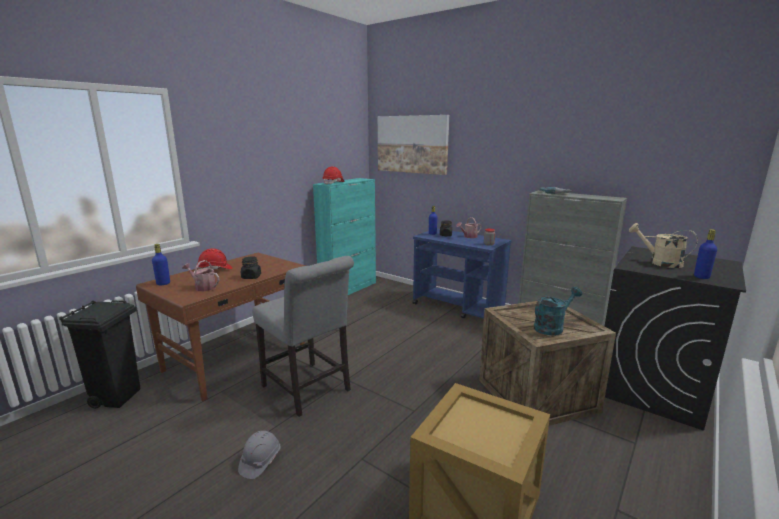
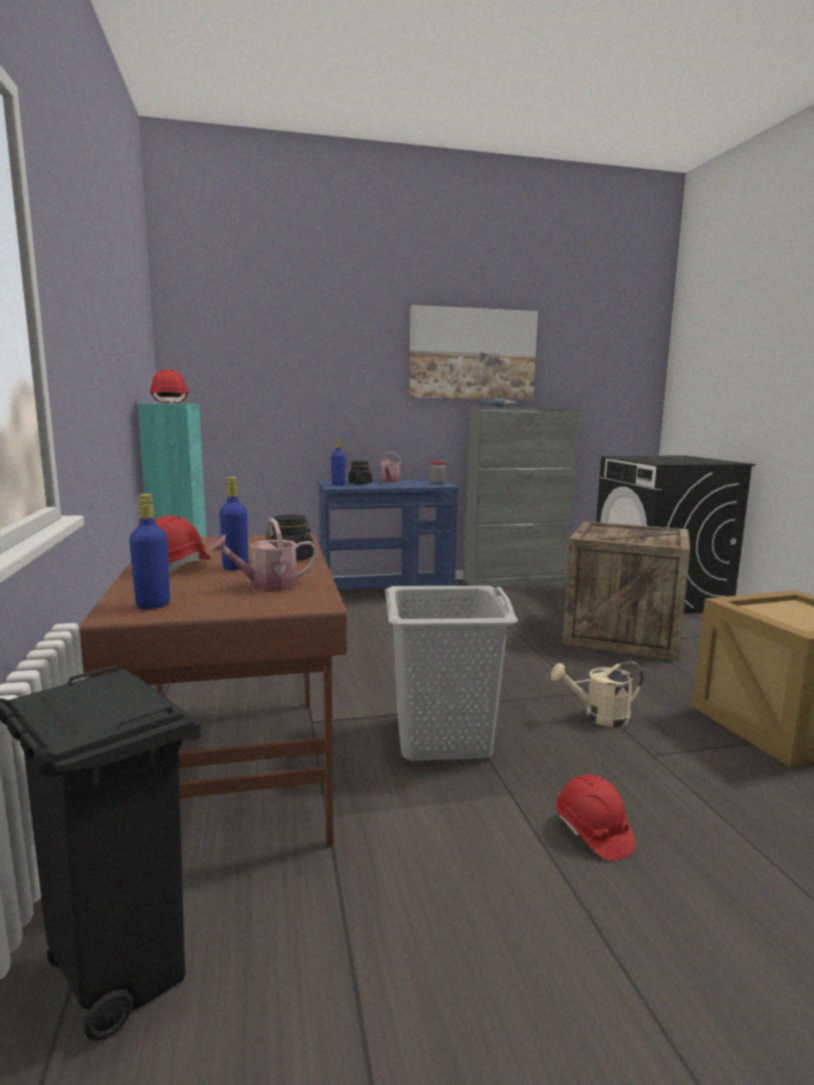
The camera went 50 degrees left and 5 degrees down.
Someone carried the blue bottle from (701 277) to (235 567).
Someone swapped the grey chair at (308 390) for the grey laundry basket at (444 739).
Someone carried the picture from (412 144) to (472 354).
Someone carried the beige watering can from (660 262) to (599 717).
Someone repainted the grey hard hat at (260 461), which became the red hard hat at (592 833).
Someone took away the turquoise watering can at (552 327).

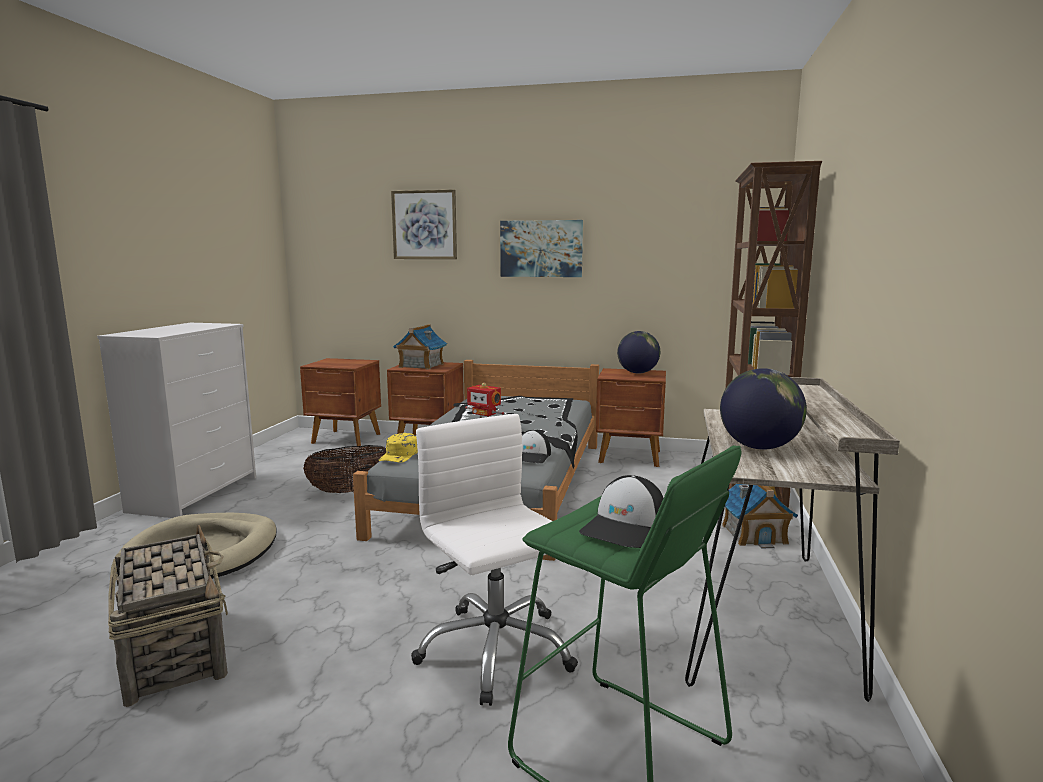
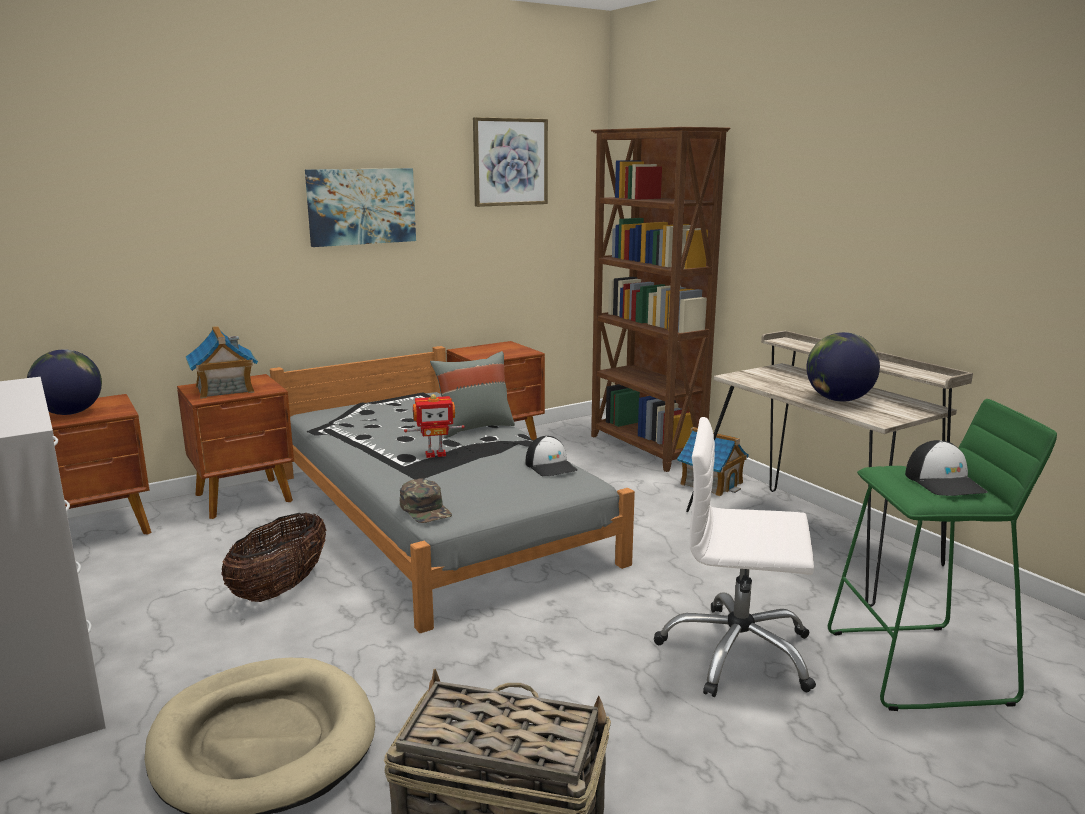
The camera went 45 degrees left and 5 degrees up.
Someone carried the globe from (637 373) to (70 413).
Someone repainted the yellow cap at (399 455), which became the green cap at (426 509).
Someone put down the grey pillow at (474 428).
Someone carried the picture from (424 225) to (510 162).

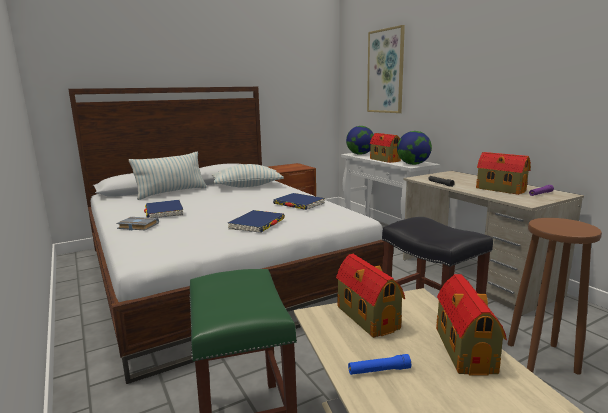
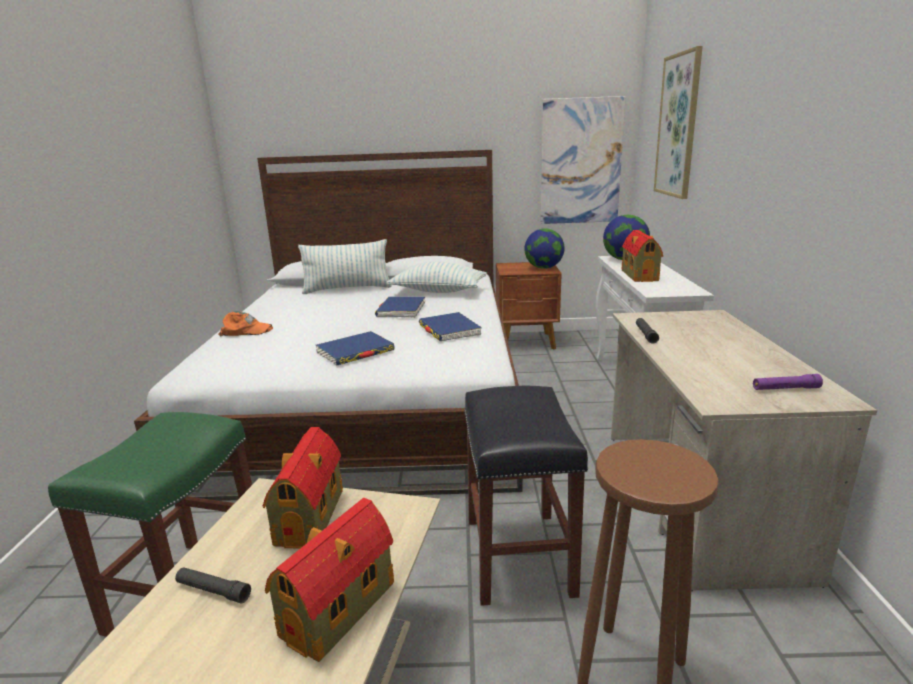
The camera went 30 degrees right and 5 degrees up.
Someone repainted the blue flashlight at (379 370), which became the black flashlight at (213 591).
Someone swapped the grey book at (137 226) for the orange cap at (246 331).
Someone carried the blue book from (164 211) to (401 310).
Someone carried the globe from (413 164) to (544 268).
Someone put up the picture at (581 162).
Someone took away the toy house at (499 189).

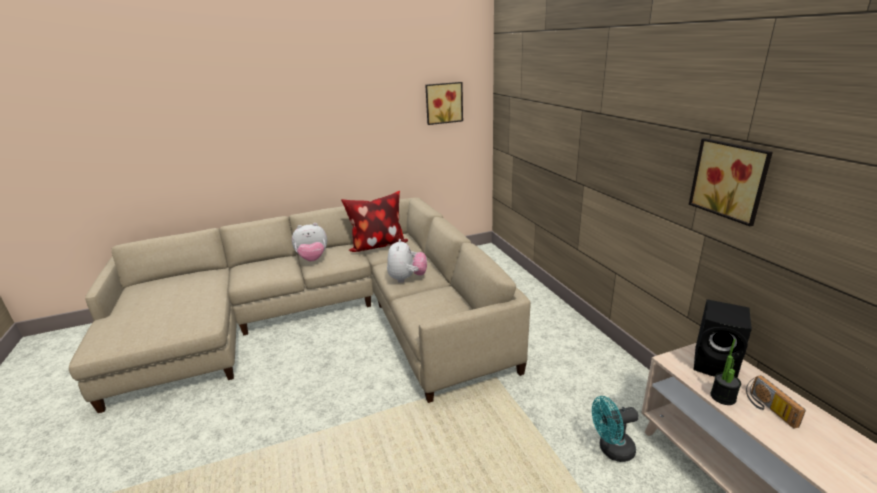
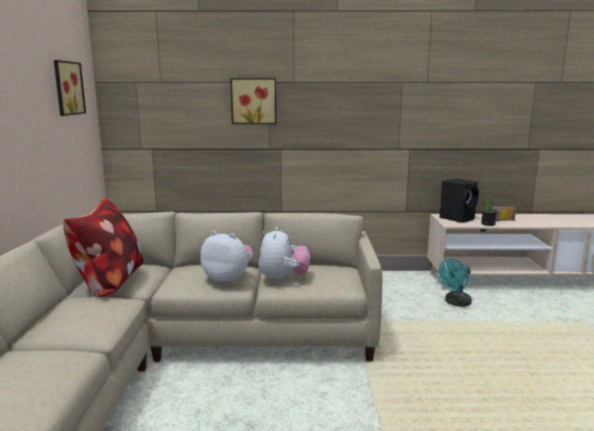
The camera went 70 degrees left and 10 degrees down.
Someone carried the picture from (730 180) to (253 101).
Someone carried the plush toy from (312 259) to (283 279).
Someone rotated the turquoise fan at (611 450) by 45 degrees clockwise.

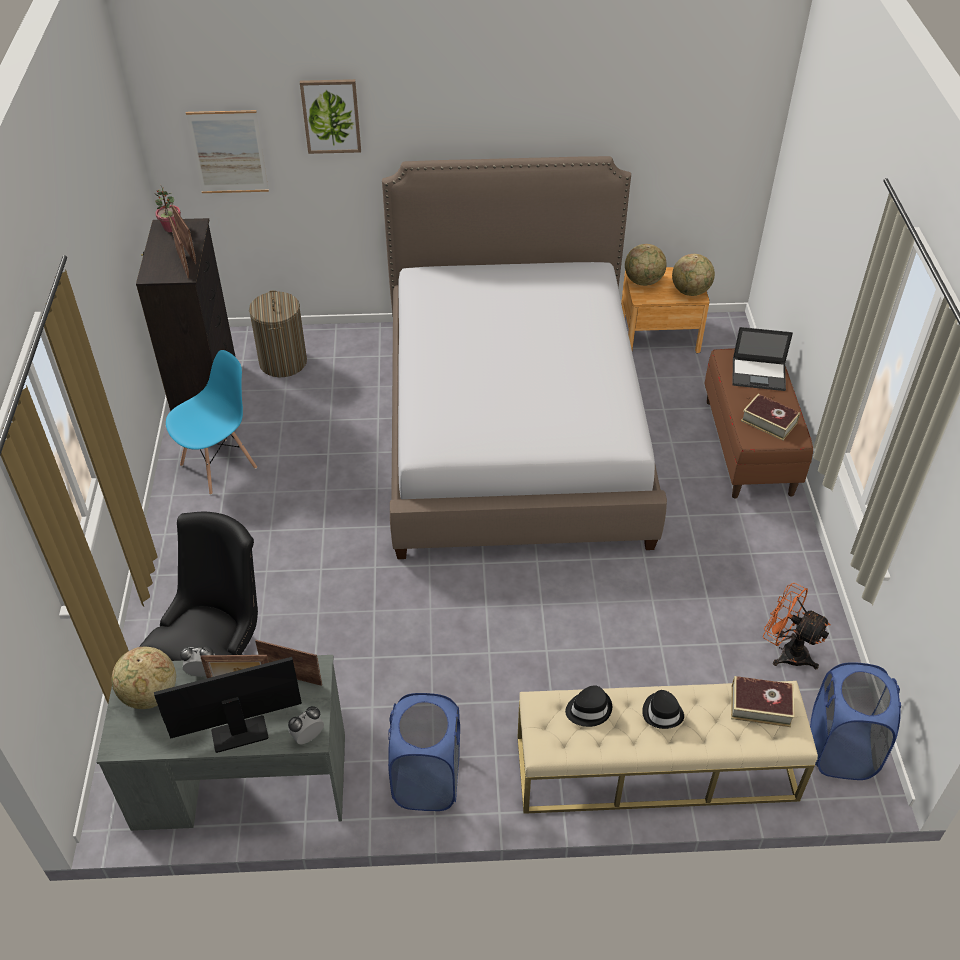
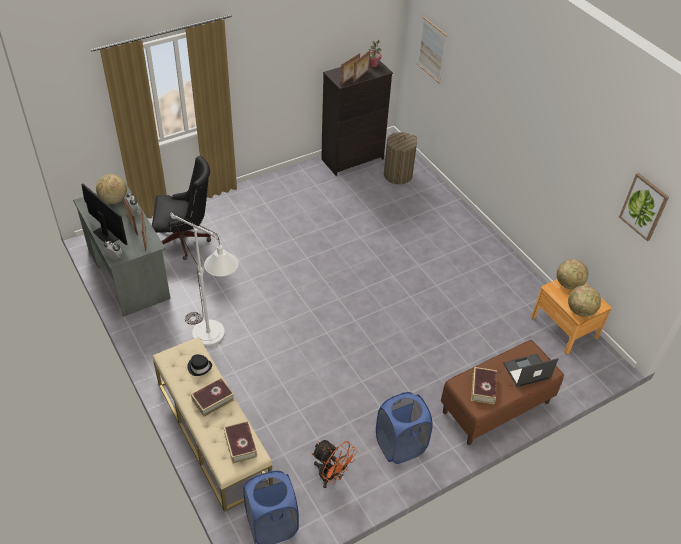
The camera went 60 degrees right and 0 degrees up.
Someone put down the white floor lamp at (214 339).
Someone swapped the black hat at (662 712) for the book at (213 400).
Someone rotated the orange fan at (786 652) by 120 degrees clockwise.
Someone carried the blue laundry basket from (427 780) to (400 445).
Someone rotated the laptop at (759 374) by 90 degrees clockwise.
Someone carried the picture from (331 116) to (644 206).
Someone took away the blue chair at (219 466).
Someone took away the bed at (514 428).

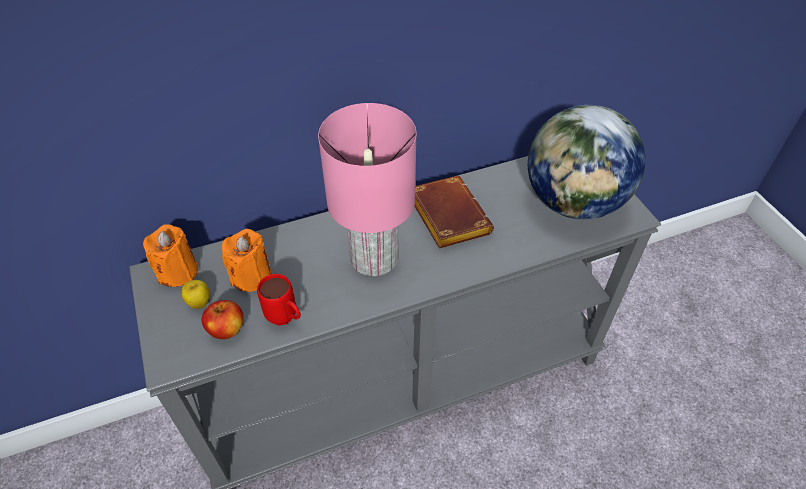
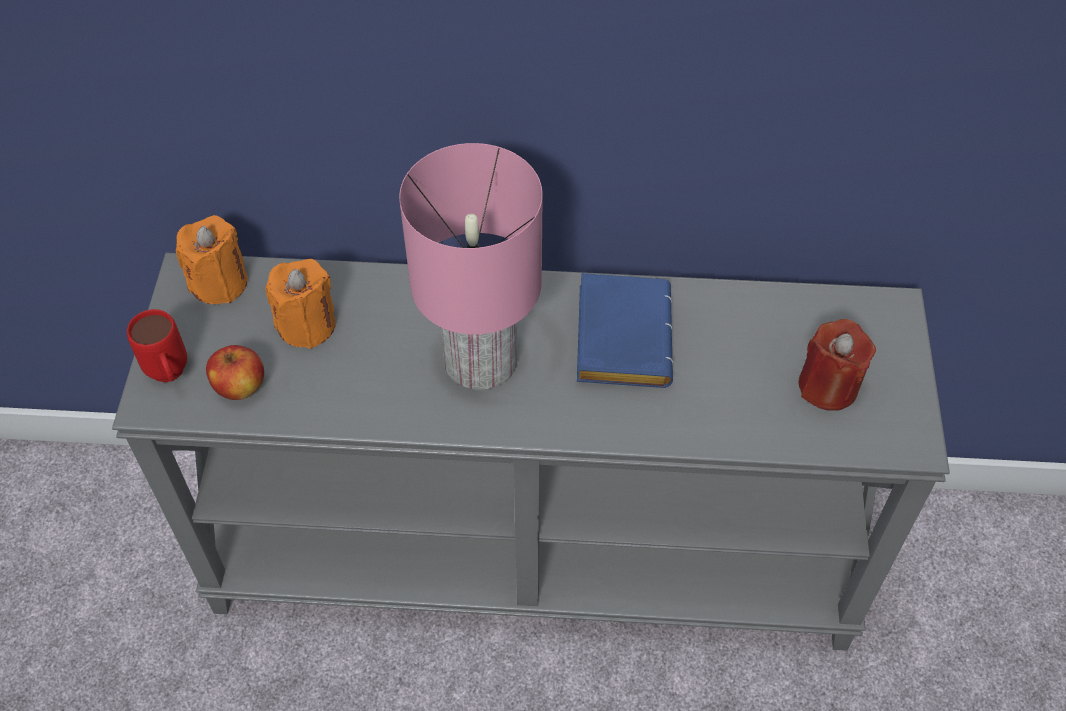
The camera went 25 degrees right and 5 degrees up.
Someone carried the red mug from (286 319) to (170 376).
Someone repainted the brown book at (446 216), which became the blue book at (619 335).
Someone swapped the globe at (573 203) for the red candle at (828 386).
Someone took away the apple at (200 303).

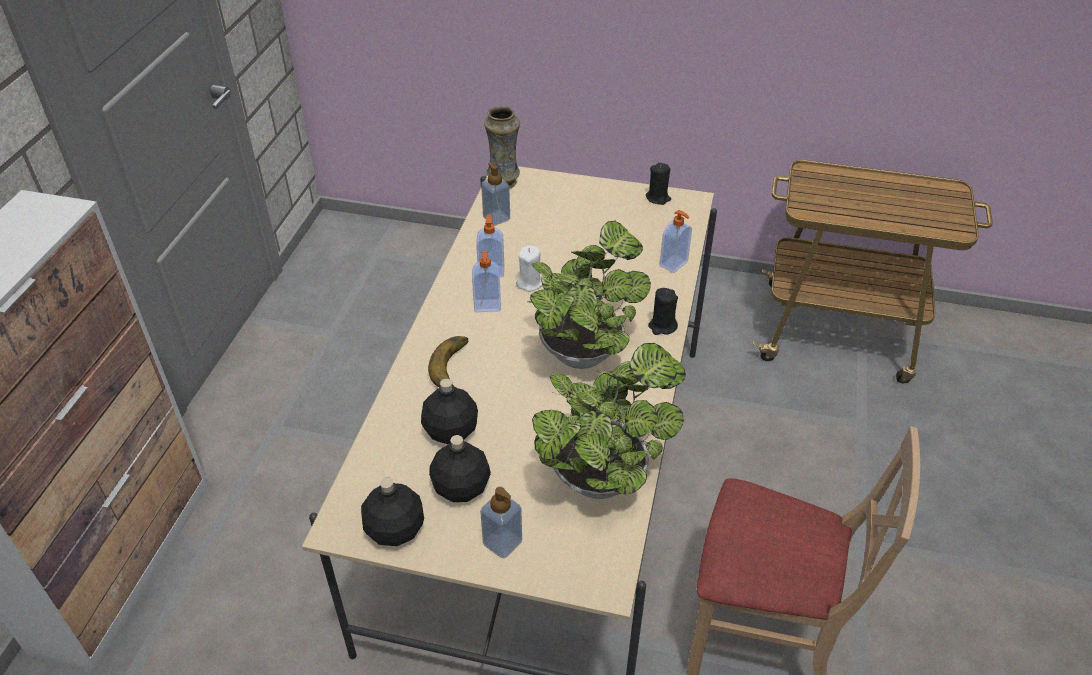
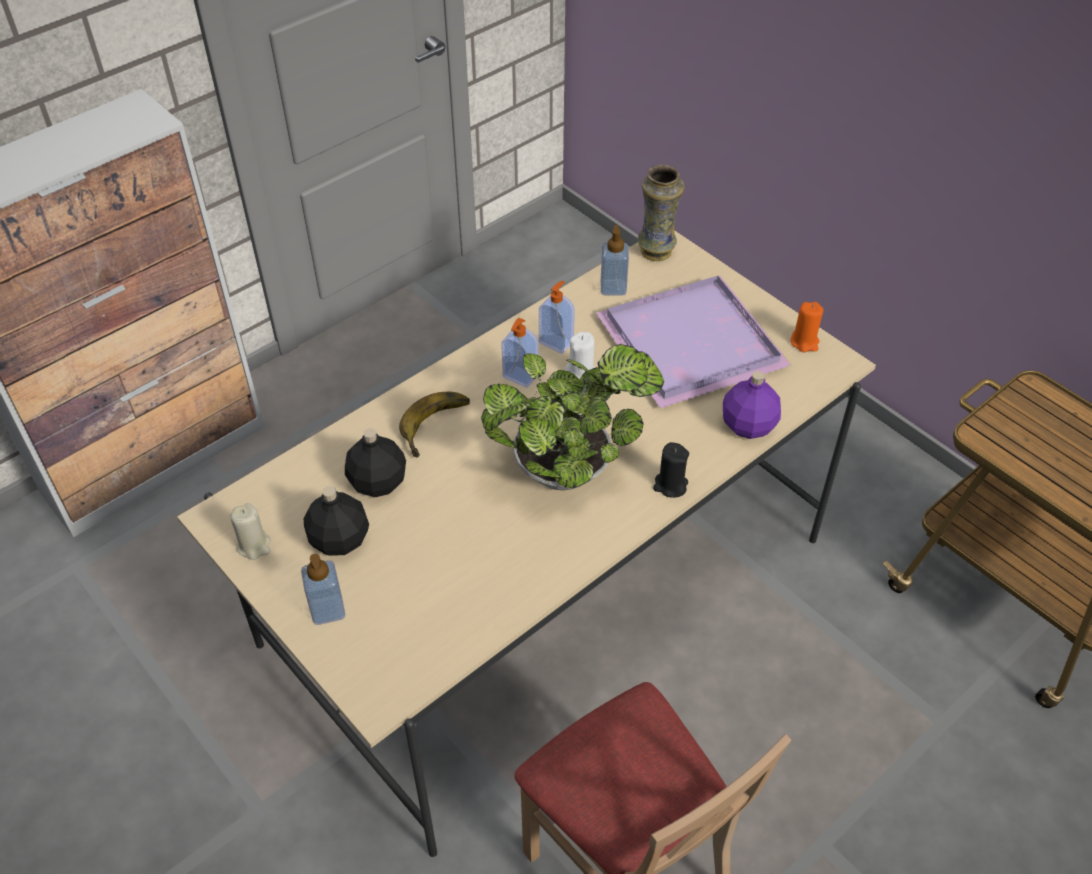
The camera went 35 degrees right and 5 degrees up.
Someone swapped the black bottle at (394 530) for the beige candle at (254 545).
Someone put down the purple tray at (694 344).
Someone swapped the soap dispenser at (674 264) for the purple bottle at (749 425).
Someone repainted the black candle at (658 198), which became the orange candle at (804 342).
Someone took away the potted plant at (603 475).

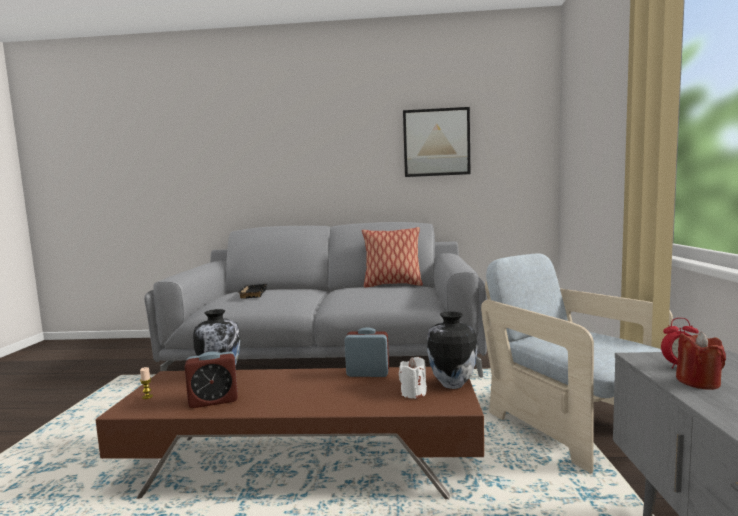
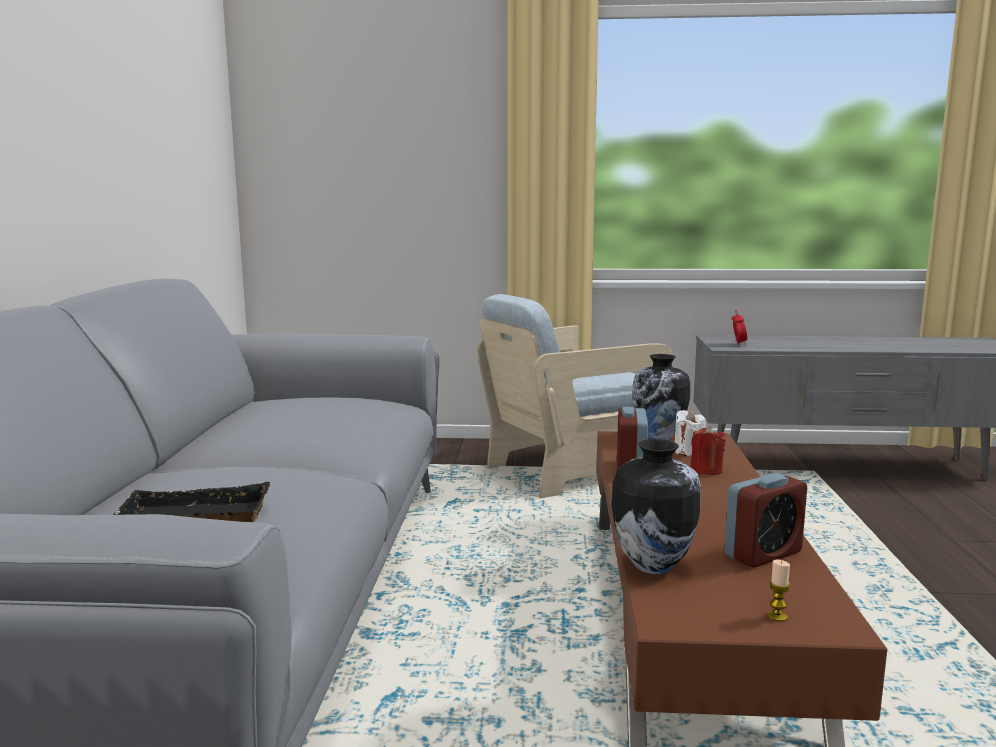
The camera went 90 degrees left and 5 degrees up.
Someone carried the red candle from (698 382) to (706 470).
Someone rotated the alarm clock at (213 401) by 75 degrees clockwise.
Someone took away the pillow at (392 285).
Someone took away the picture at (436 142).

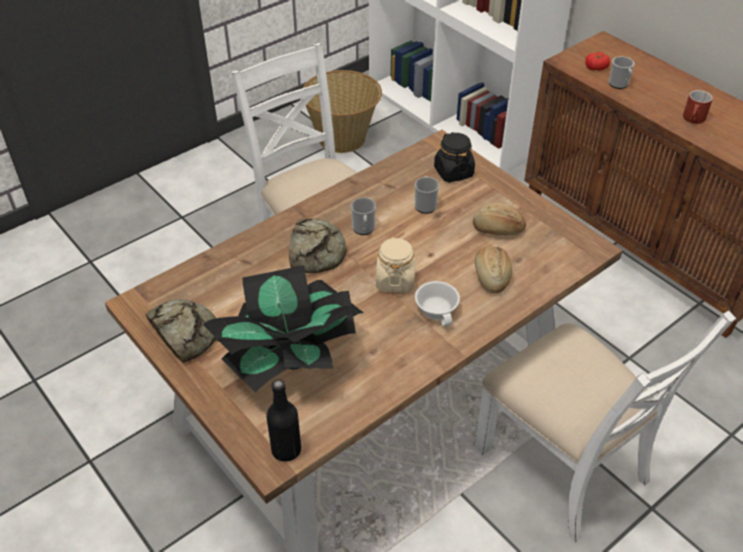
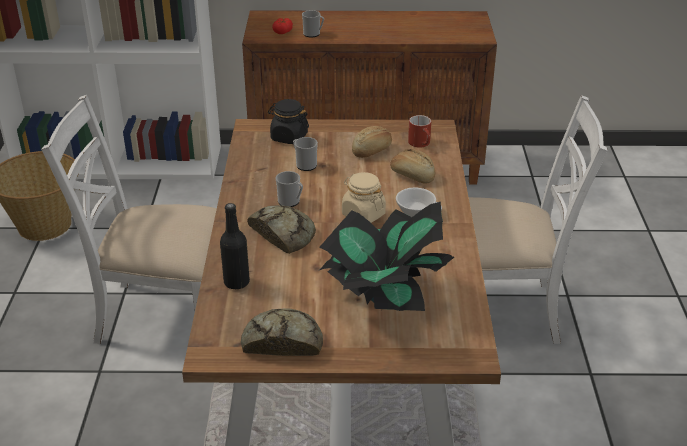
The camera went 50 degrees left and 10 degrees down.
Someone carried the black bottle from (286 450) to (236 282).
Someone carried the red mug from (693 120) to (421 144).

